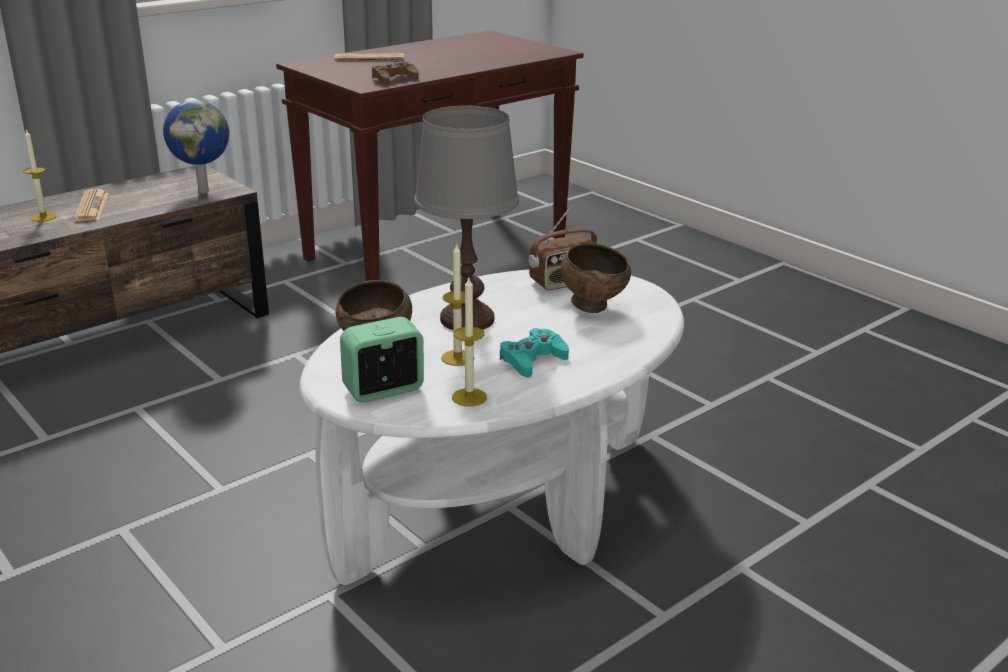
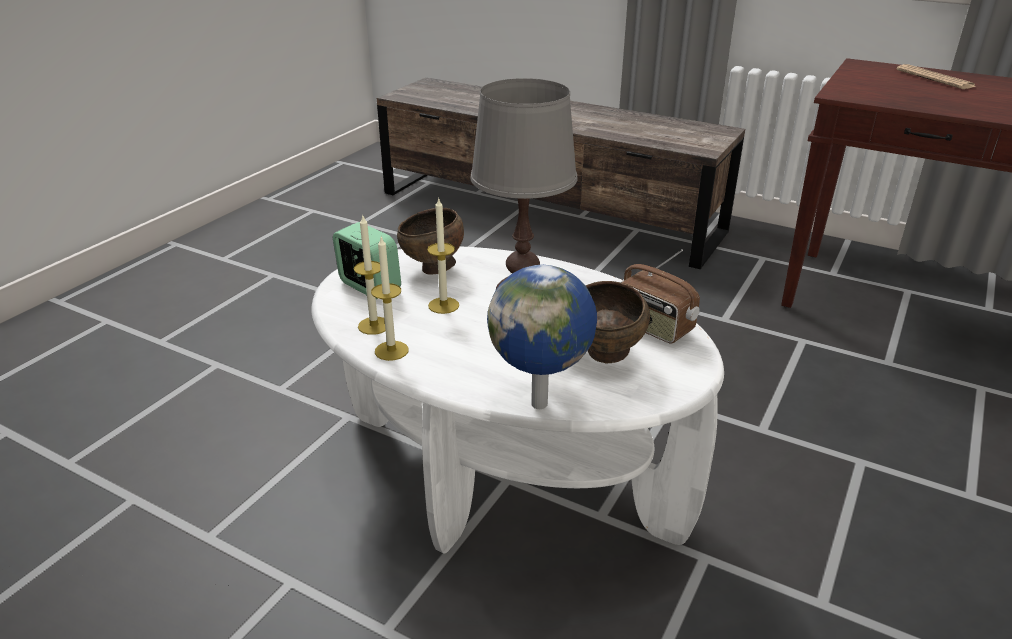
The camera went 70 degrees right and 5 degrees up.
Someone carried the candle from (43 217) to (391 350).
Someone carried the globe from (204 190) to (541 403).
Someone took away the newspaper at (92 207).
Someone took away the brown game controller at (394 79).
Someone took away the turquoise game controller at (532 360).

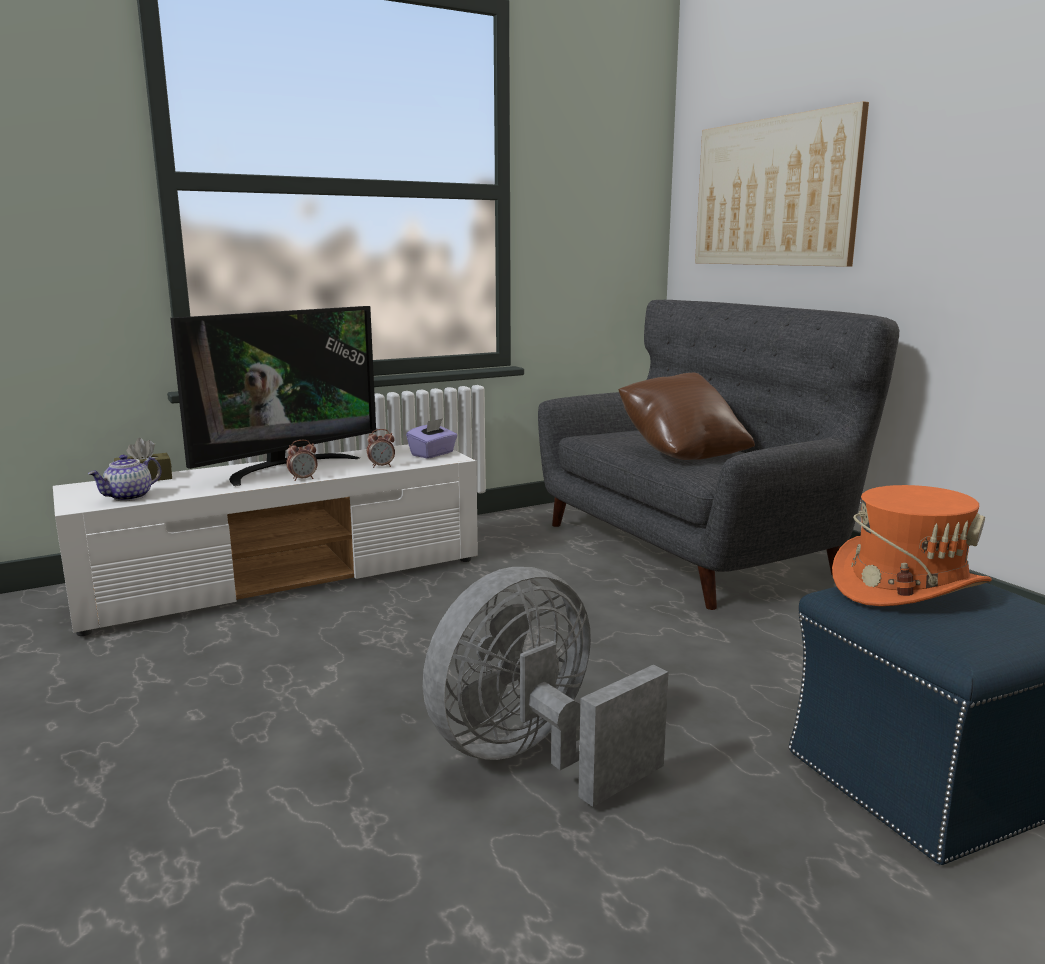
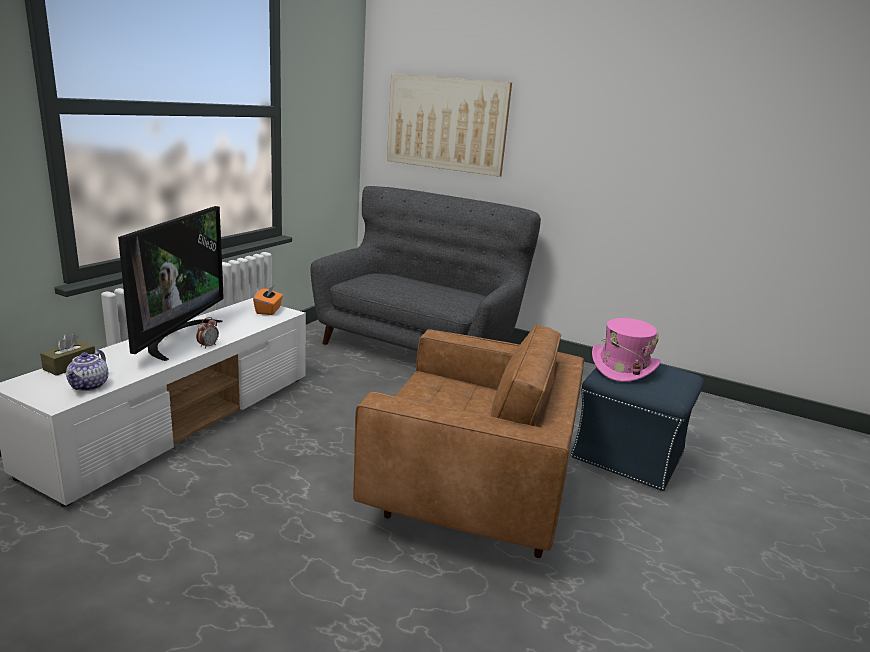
The camera went 35 degrees left and 5 degrees up.
Someone repainted the purple tissue box at (433 454), which became the orange tissue box at (269 310).
Someone swapped the grey fan at (533 757) for the brown armchair at (469 496).
Someone repainted the orange hat at (907 586), which became the pink hat at (623 367).
Someone took away the alarm clock at (381 466).
Someone took away the brown pillow at (682 453).

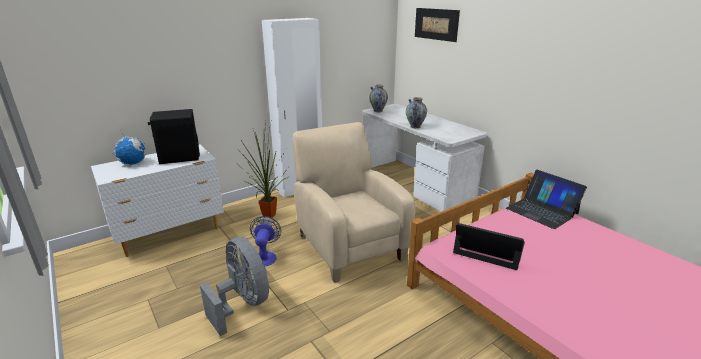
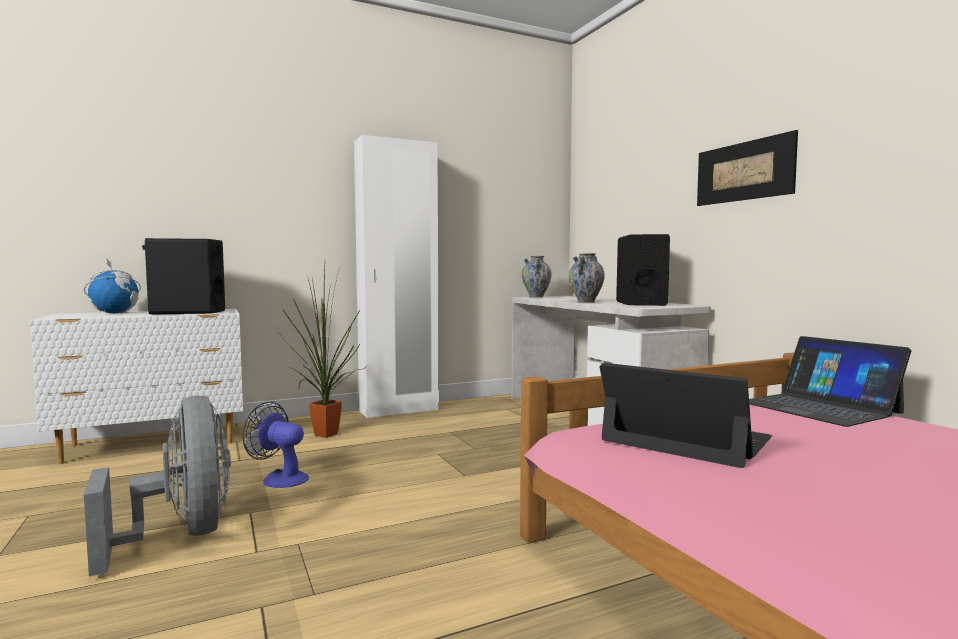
The camera went 10 degrees right and 20 degrees down.
Someone rotated the fan at (265 256) by 75 degrees counterclockwise.
Someone put down the black speaker at (640 303).
Someone carried the picture from (436 24) to (743 171).
Someone took away the beige armchair at (348 244).

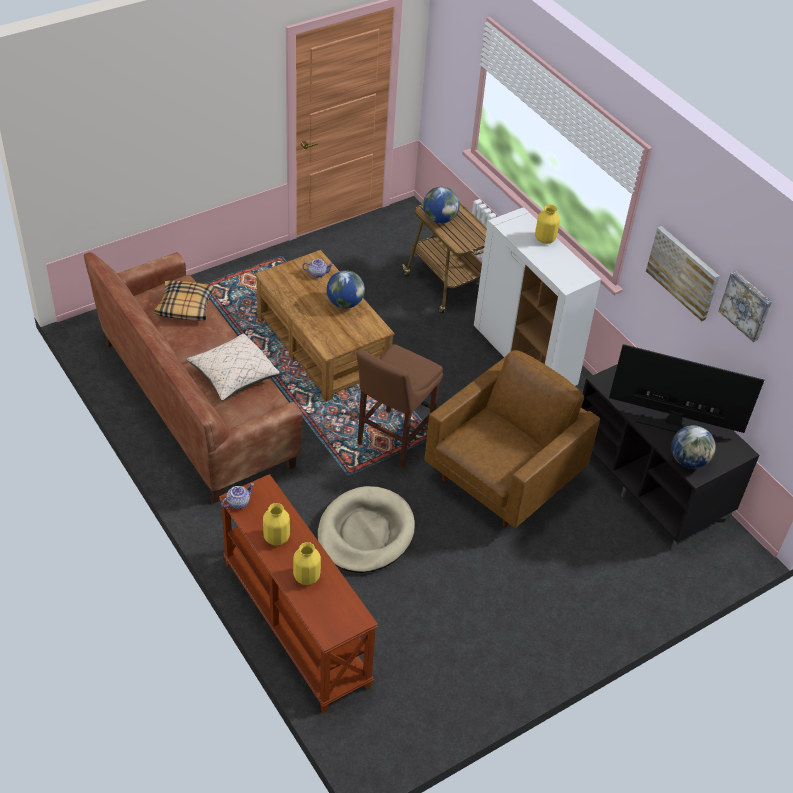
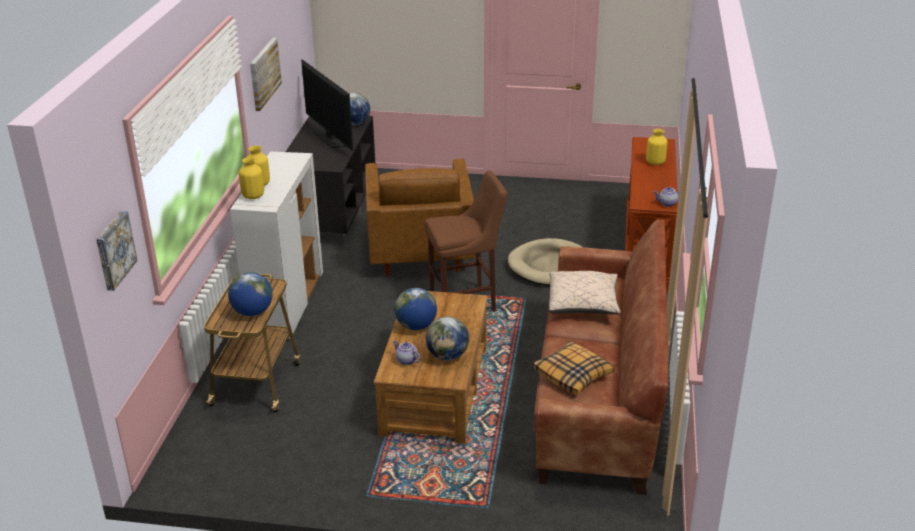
The camera went 135 degrees left and 15 degrees down.
Someone carried the picture from (746 305) to (114 250).
Someone carried the yellow vase from (277 538) to (253 196).
Someone rotated the brown armchair at (503 478) by 90 degrees counterclockwise.
Someone put down the globe at (447 356).

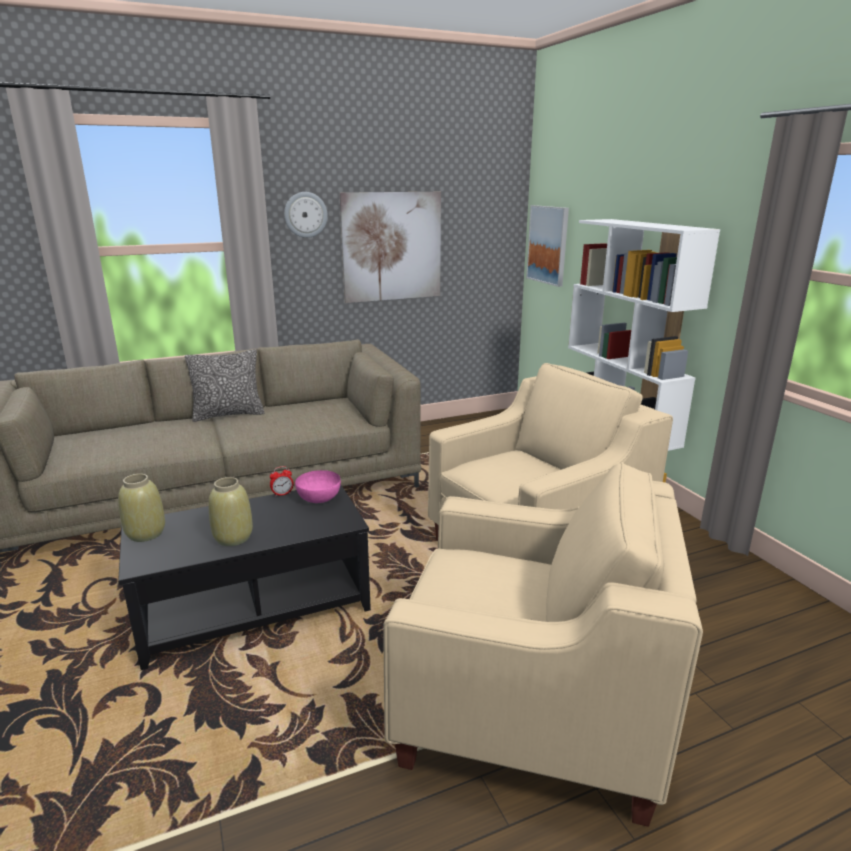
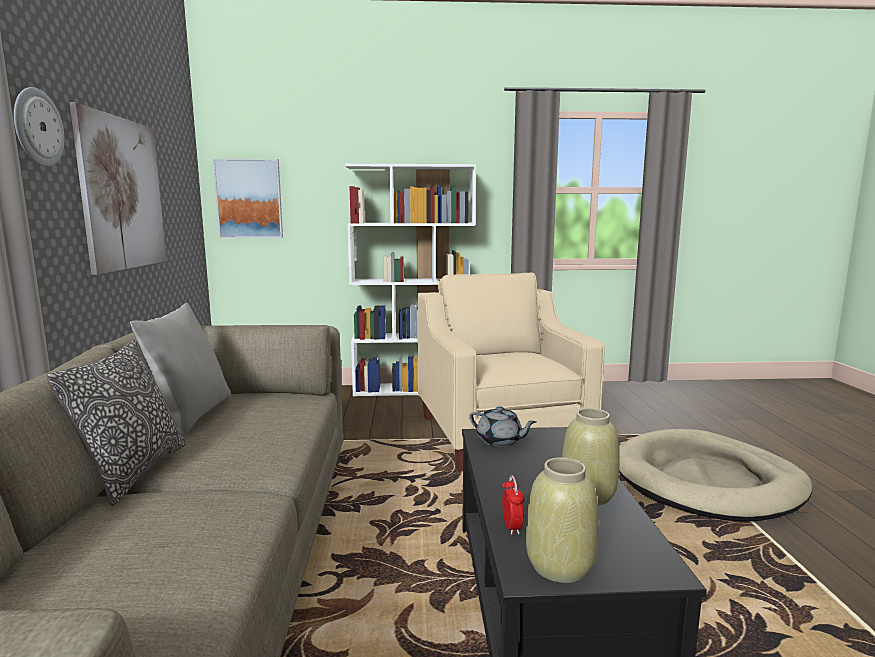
The camera went 70 degrees left and 10 degrees down.
Someone put down the grey pillow at (191 416).
Someone swapped the pink bowl at (319 498) for the grey teapot at (500 441).
Someone carried the alarm clock from (282 494) to (512 527).
Someone swapped the beige armchair at (529 710) for the beige dog bed at (707 481).

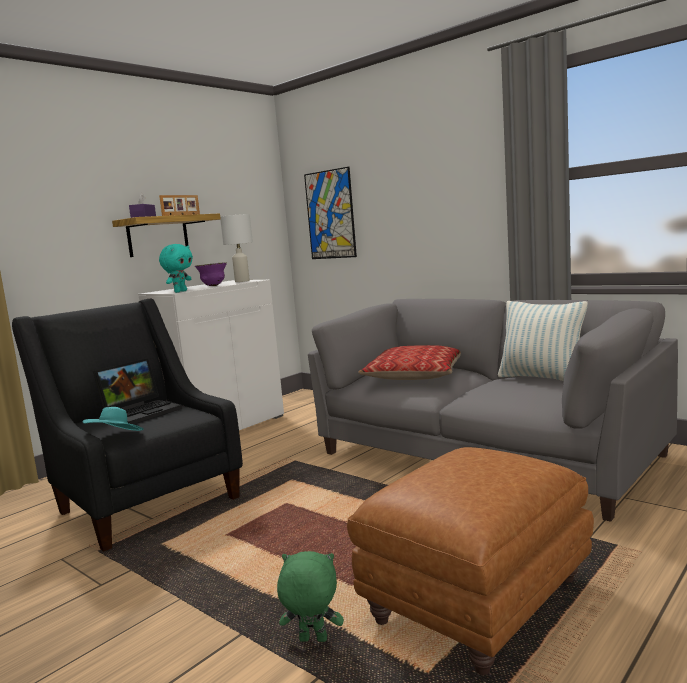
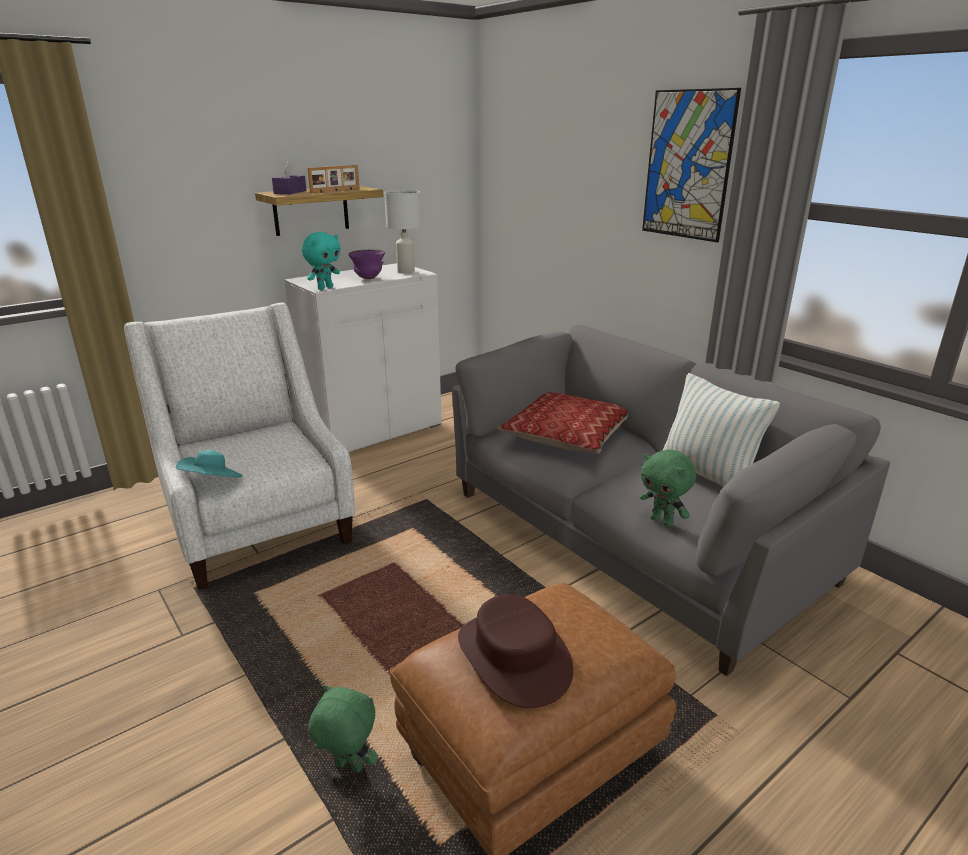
The camera went 10 degrees right and 15 degrees up.
Someone repainted the black armchair at (144 501), which became the white armchair at (259 526).
Someone put down the brown hat at (514 656).
Someone put down the green plush toy at (662 521).
Someone carried the picture from (330 214) to (687 165).
Someone took away the laptop at (142 412).

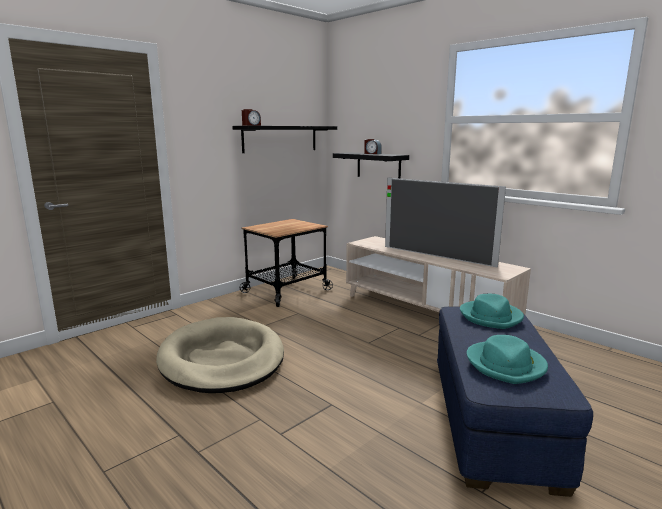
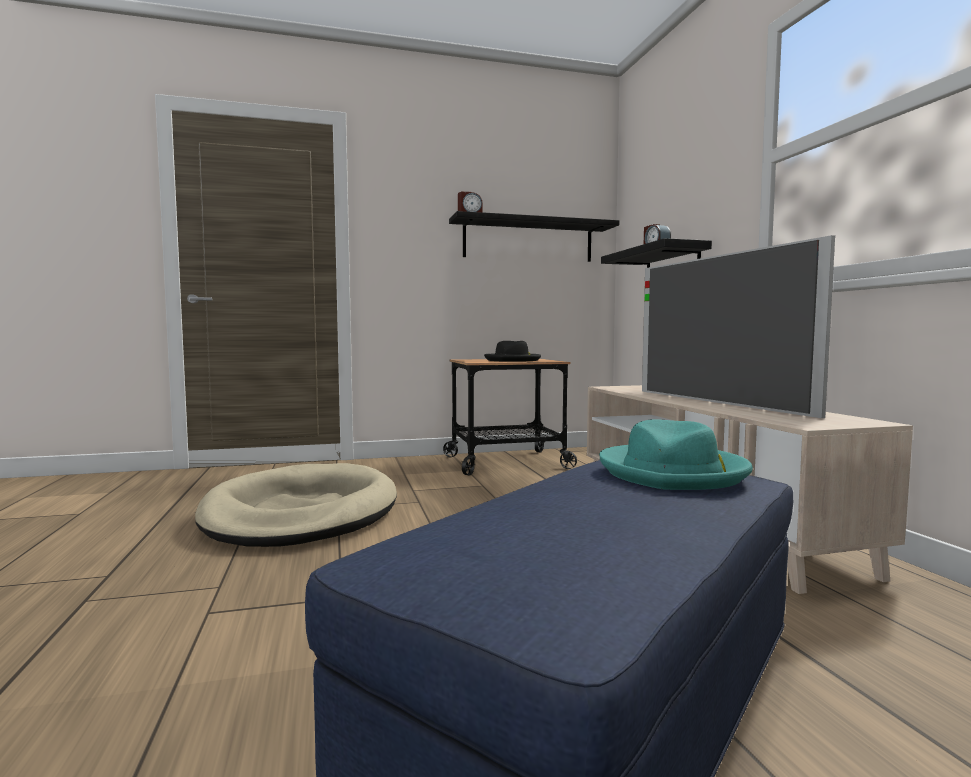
The camera went 30 degrees right and 10 degrees down.
Someone put down the black hat at (512 360).
Someone took away the turquoise hat at (506 365).

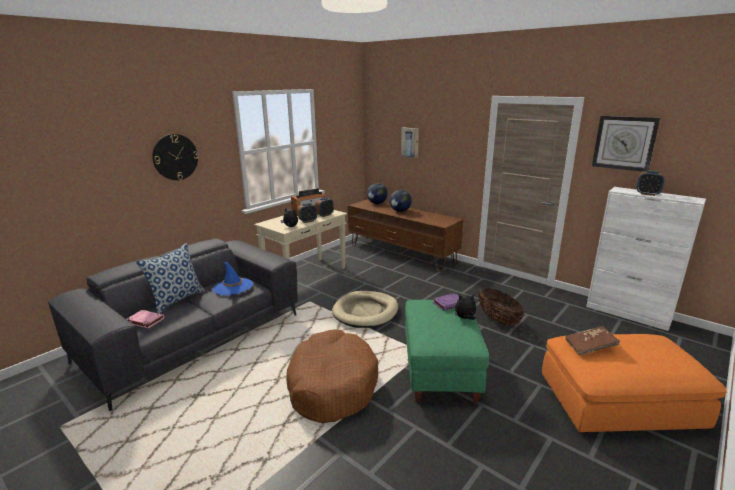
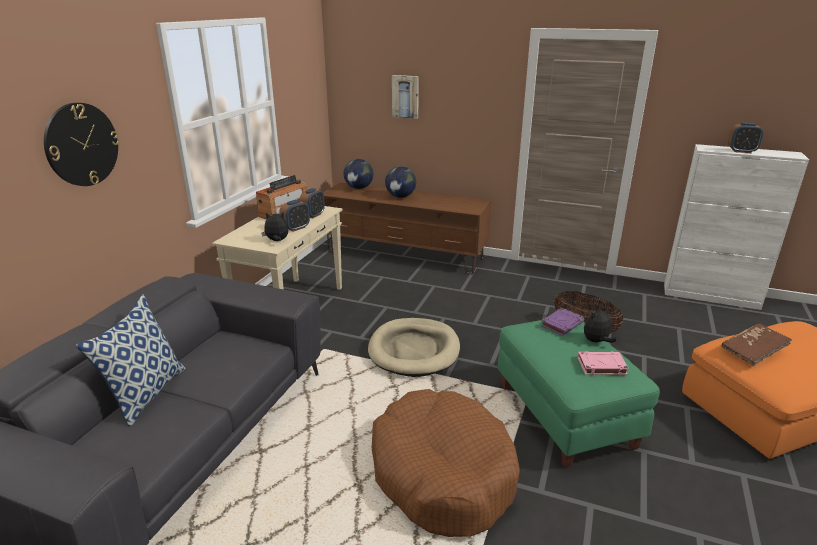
The camera went 20 degrees left and 5 degrees up.
Someone carried the pink book from (145 321) to (601 366).
Someone took away the blue hat at (233 287).
Someone took away the wall clock at (624 143).

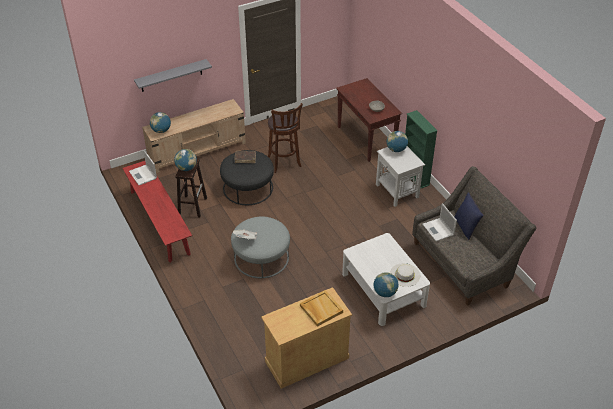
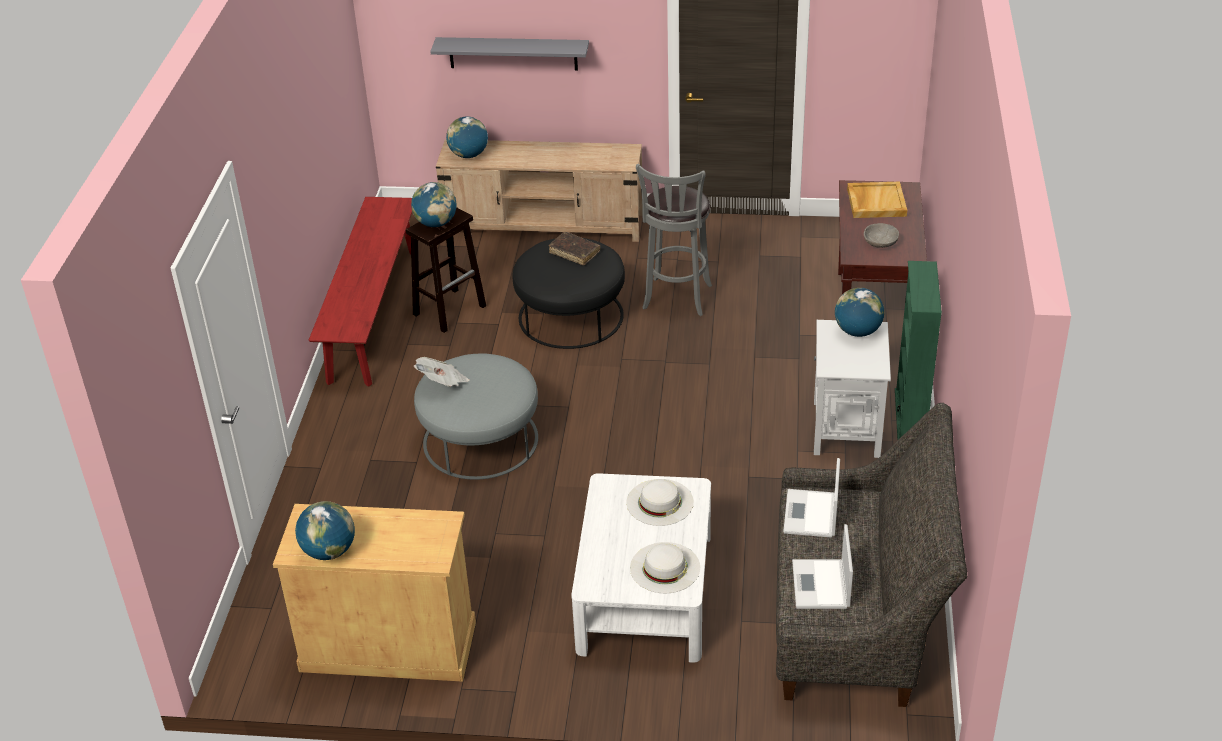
The camera went 35 degrees right and 5 degrees down.
Someone carried the globe from (385 292) to (329 551).
Someone put down the white hat at (660 502).
Someone repainted the brown stool at (284 163), which became the grey stool at (676 299).
Someone carried the laptop from (143 175) to (821 585).
Someone carried the beige tray from (320 309) to (875 202).
Someone took away the blue pillow at (466 227).

